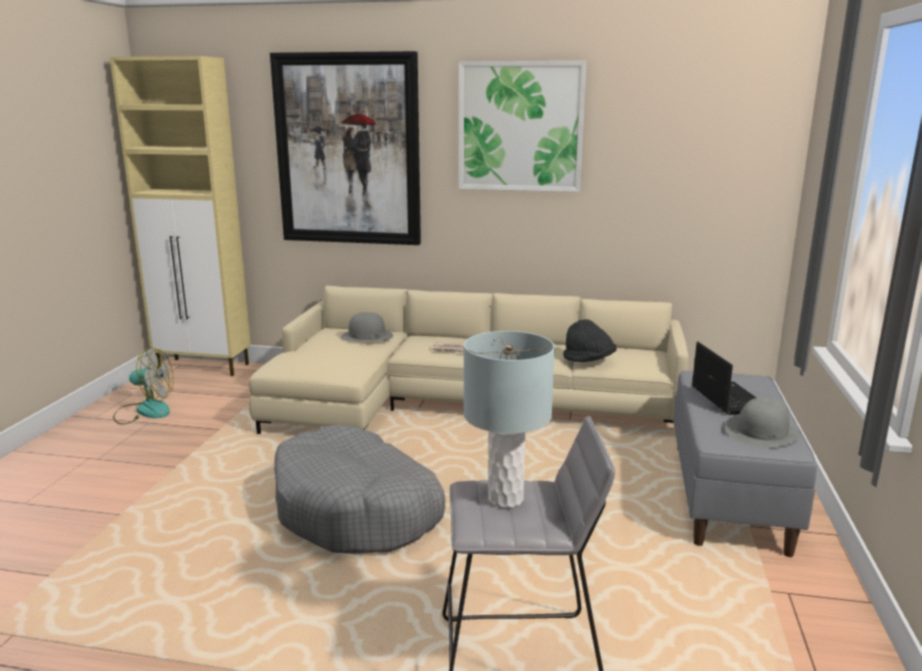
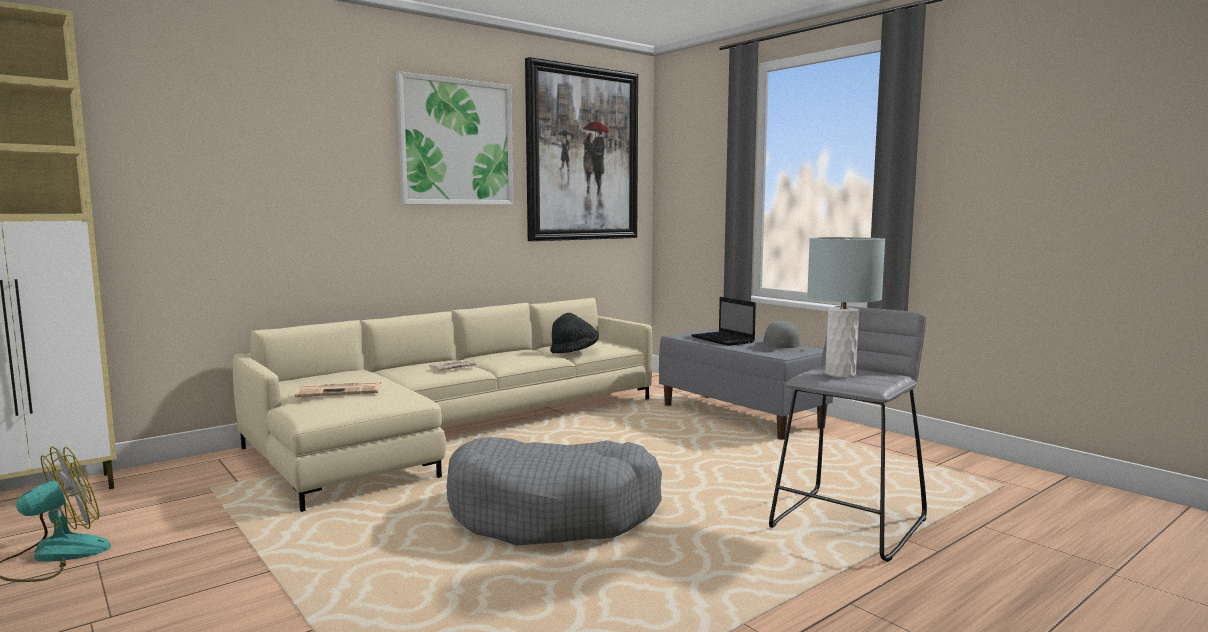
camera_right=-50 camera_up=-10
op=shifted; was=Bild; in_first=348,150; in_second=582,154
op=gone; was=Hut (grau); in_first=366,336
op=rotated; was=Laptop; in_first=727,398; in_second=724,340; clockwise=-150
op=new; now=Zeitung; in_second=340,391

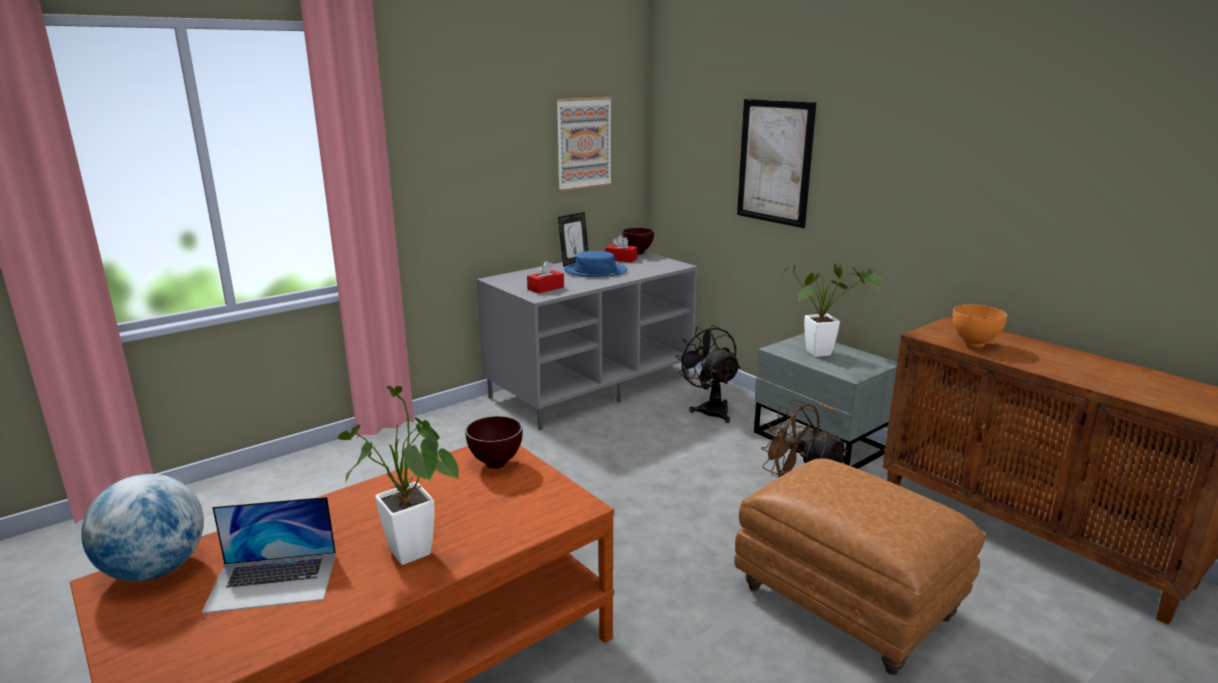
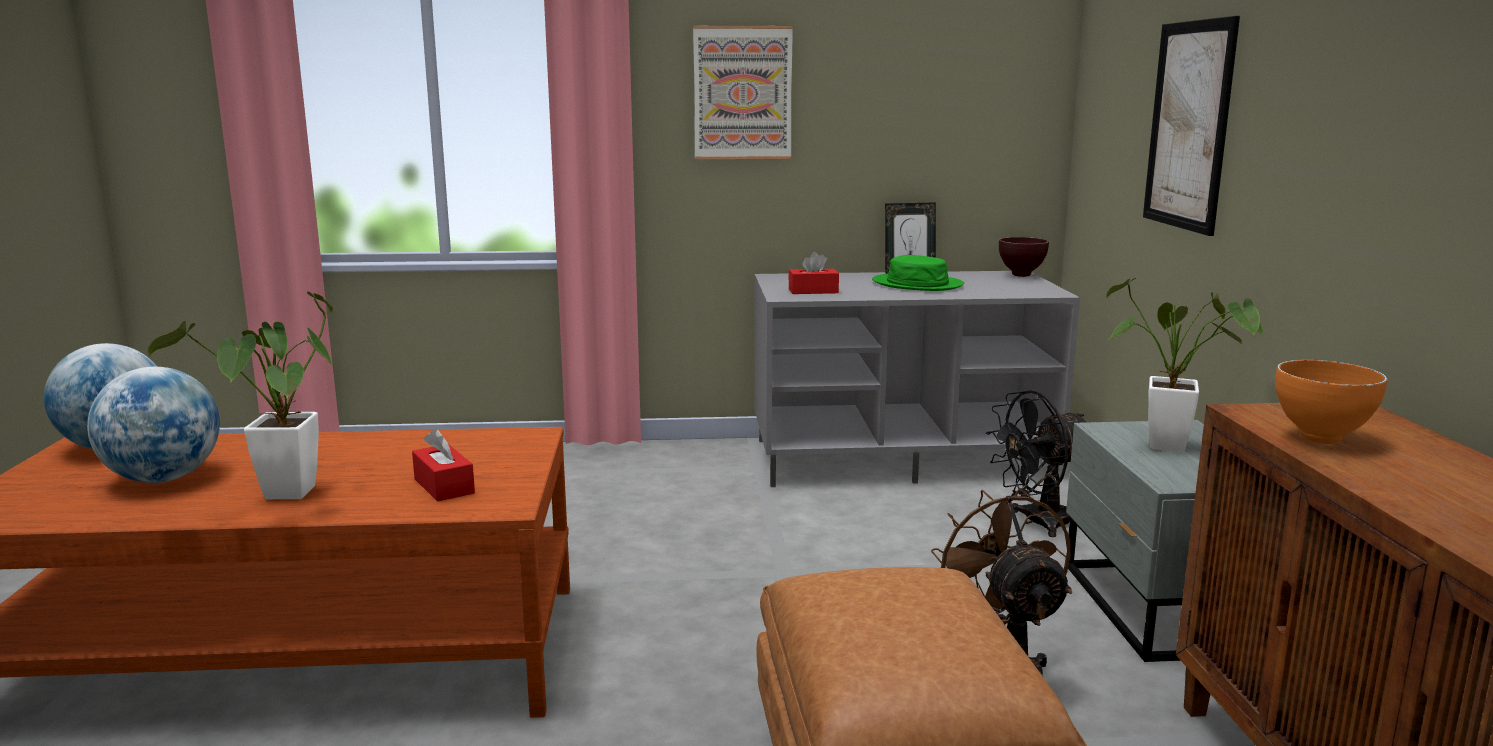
camera_right=35 camera_up=-5
op=swapped; was=Laptop; now=Globus; in_first=273,581; in_second=164,479
op=gone; was=Schüssel (braun); in_first=497,464
op=shifted; was=Bild; in_first=583,143; in_second=742,93
op=repainted; was=Hut (blau); now=Hut (grün); in_first=595,271; in_second=917,284
op=shifted; was=Taschentuchbox (rot); in_first=621,259; in_second=444,486
op=rotated; was=Ventilator (schwarz); in_first=710,409; in_second=1036,522; clockwise=-120

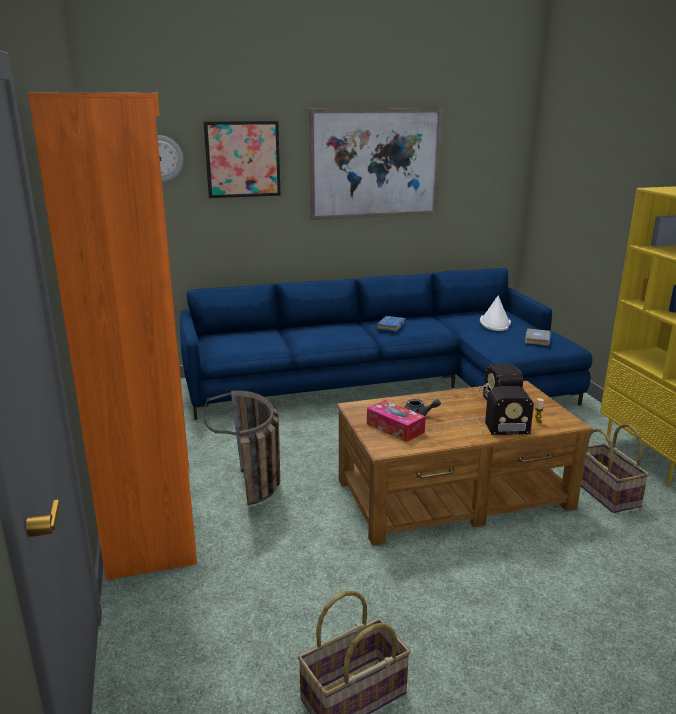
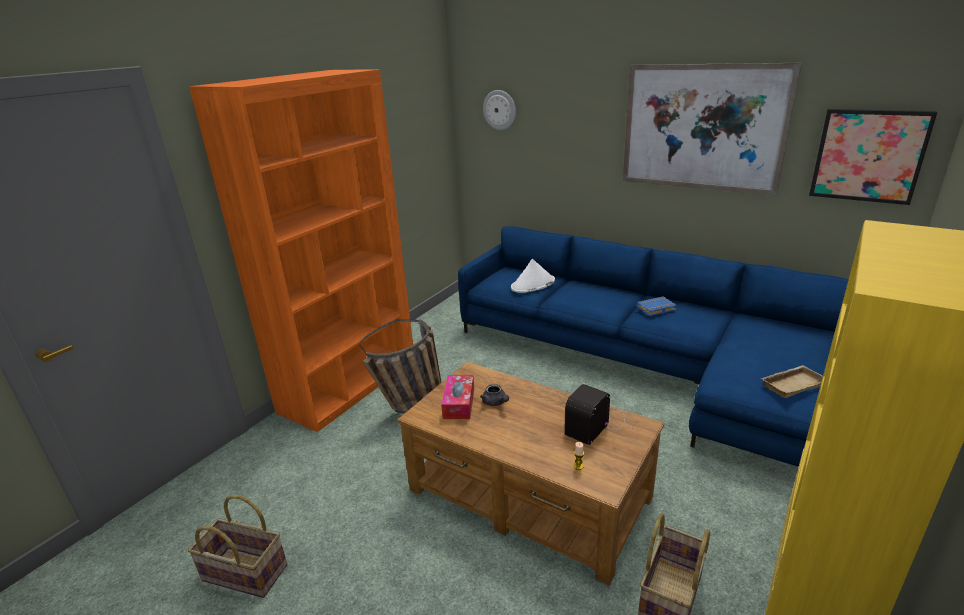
camera_right=50 camera_up=5
op=shifted; was=Bild; in_first=242,159; in_second=868,155
op=gone; was=Radio; in_first=492,427
op=shifted; was=Hut (weiß); in_first=495,323; in_second=533,284
op=swapped; was=Buch (grau); now=Tablett (beige); in_first=536,339; in_second=792,384

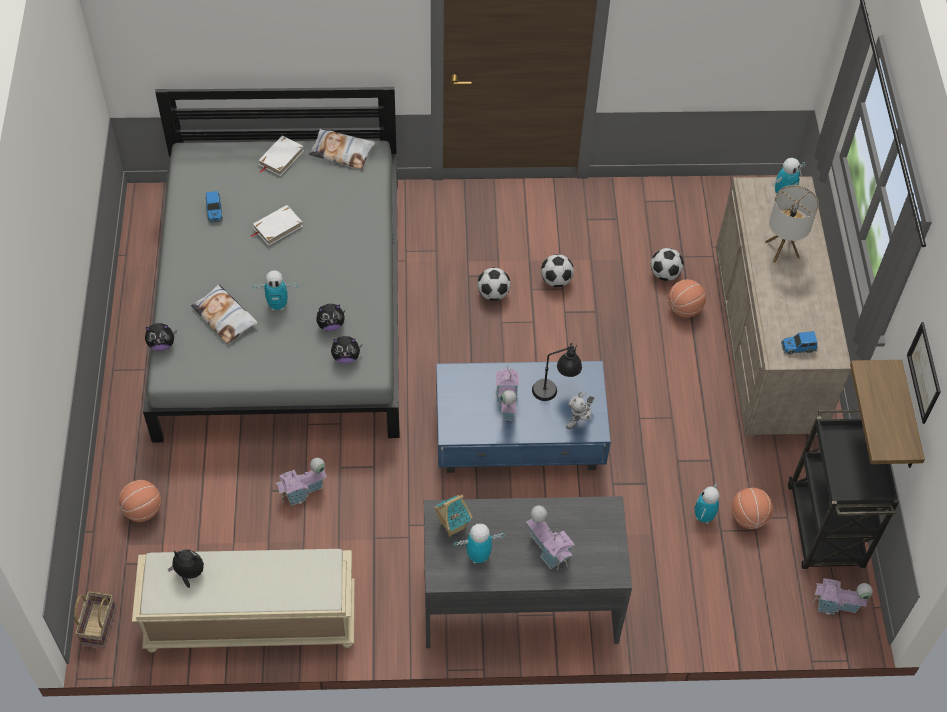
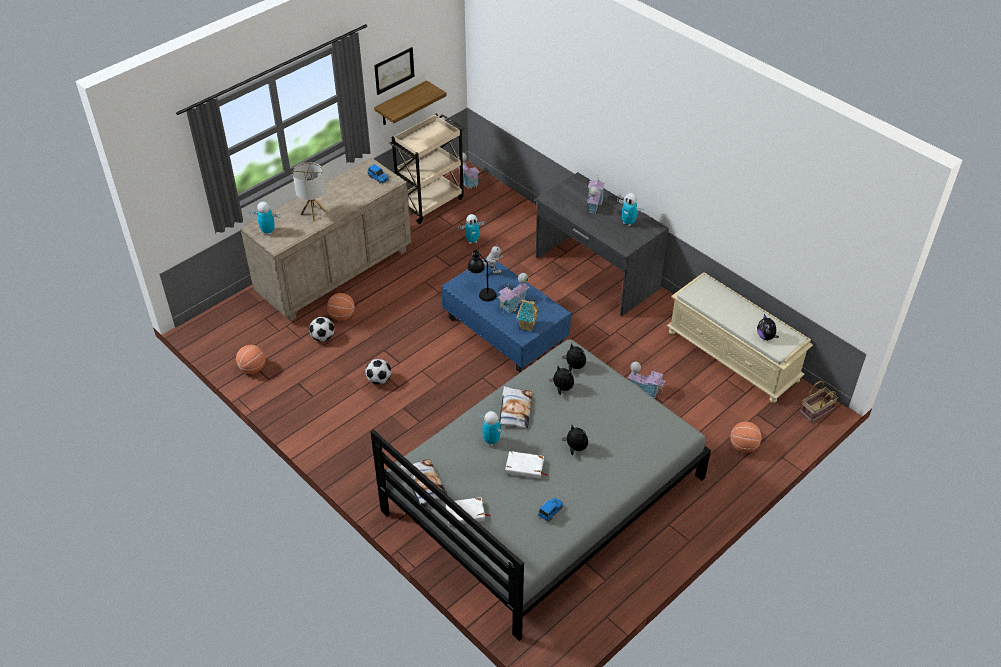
camera_right=-130 camera_up=-10
op=shifted; was=Plüschtier; in_first=161,344; in_second=575,448
op=shifted; was=Kissen; in_first=225,317; in_second=515,410
op=shifted; was=Spielzeugroboter; in_first=278,305; in_second=491,441
op=shifted; was=Spielzeughaus; in_first=451,526; in_second=528,326
op=gone; was=Fußball; in_first=493,294
op=shifted; was=Basketball; in_first=748,518; in_second=253,368
op=repainted; was=Rollwagen (schwarz); now=Rollwagen (beige); in_first=825,529; in_second=430,202

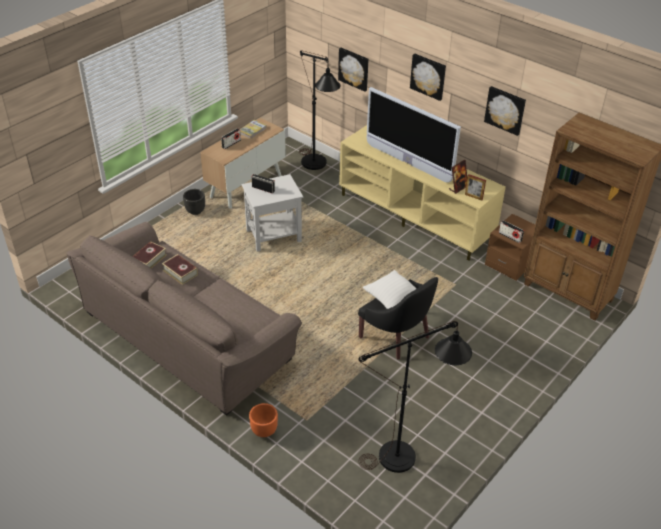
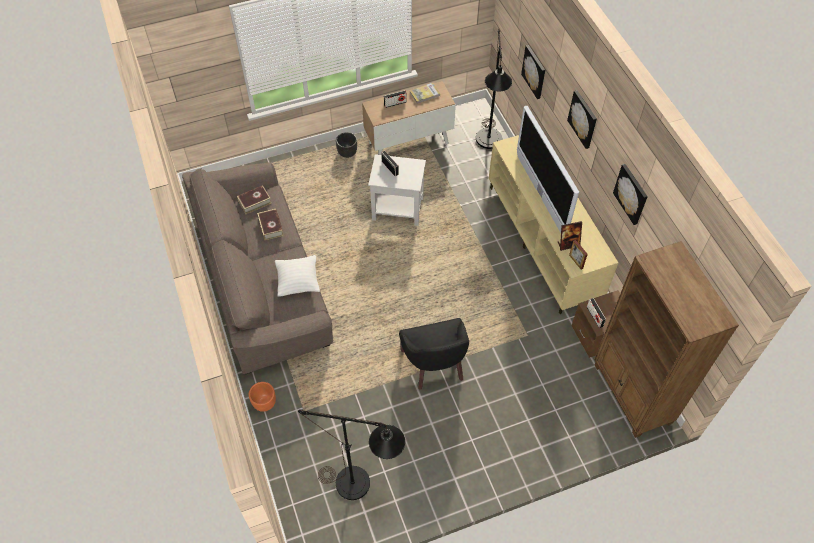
camera_right=30 camera_up=15
op=shifted; was=Kissen (weiß); in_first=392,300; in_second=298,282

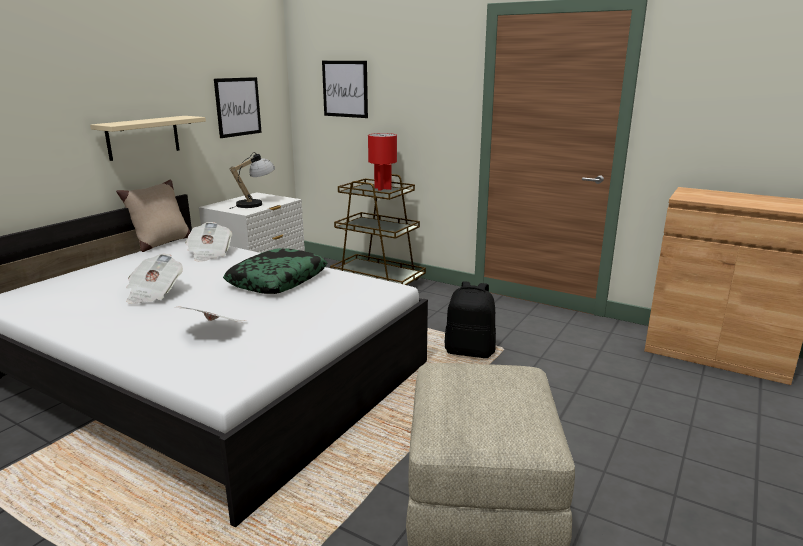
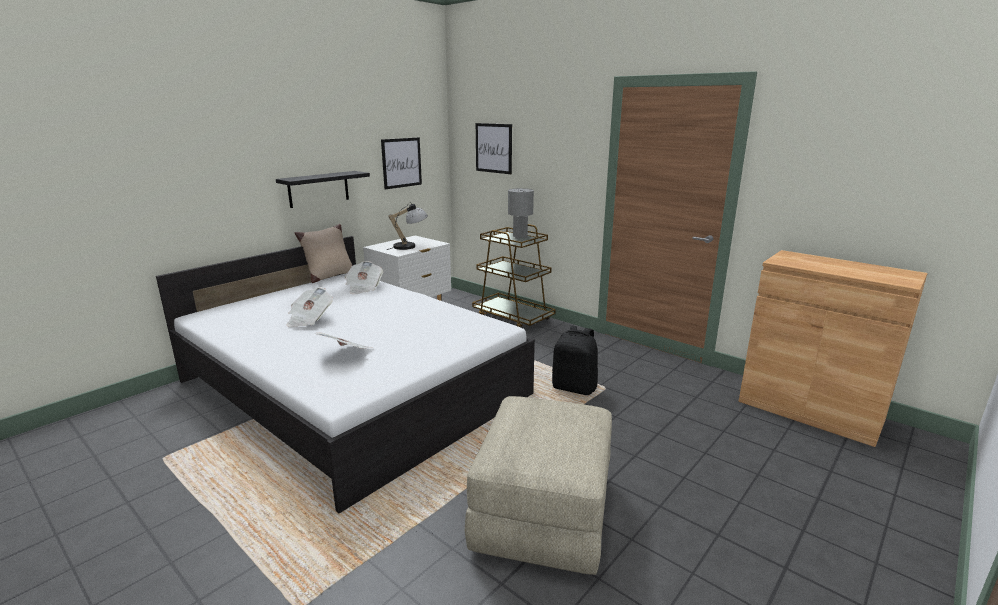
camera_right=10 camera_up=0
op=repainted; was=Wandregal (beige); now=Wandregal (schwarz); in_first=143,137; in_second=318,189
op=gone; was=Kissen; in_first=277,280
op=repainted; was=Tischlampe (rot); now=Tischlampe (grau); in_first=383,188; in_second=520,237

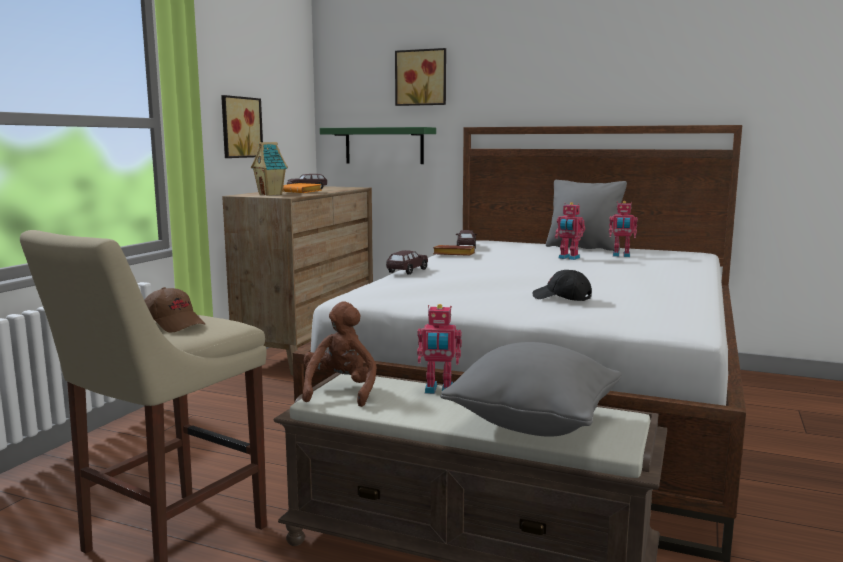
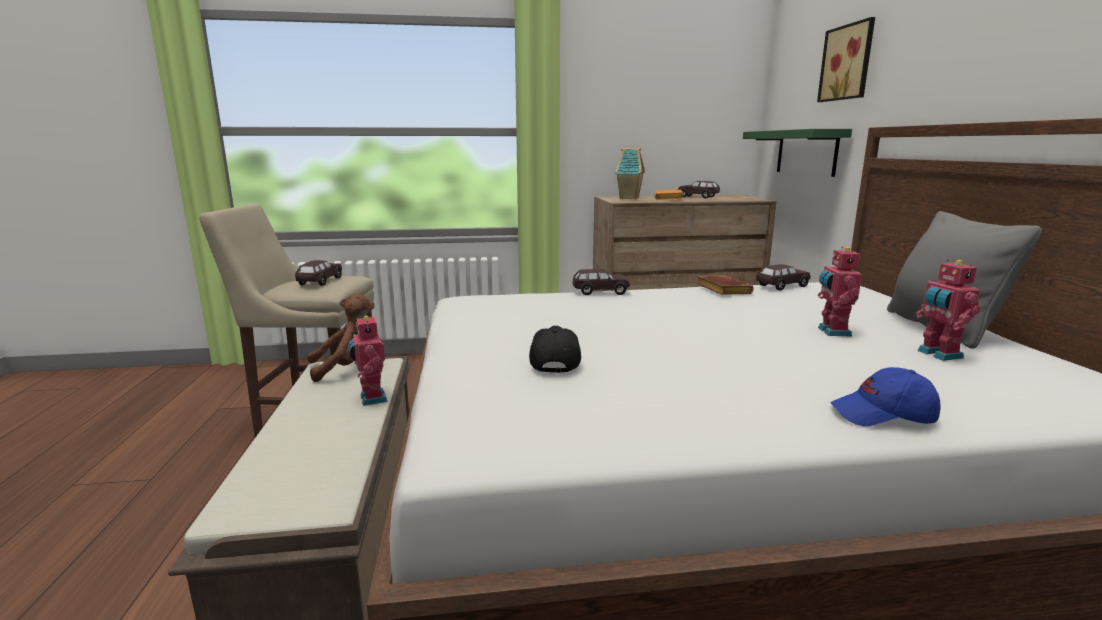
camera_right=60 camera_up=5
op=swapped; was=Kappe (braun); now=Spielzeugauto (braun); in_first=174,324; in_second=320,281
op=gone; was=Bild; in_first=239,127
op=gone; was=Kissen (grau); in_first=533,423
op=new; now=Kappe (blau); in_second=883,415

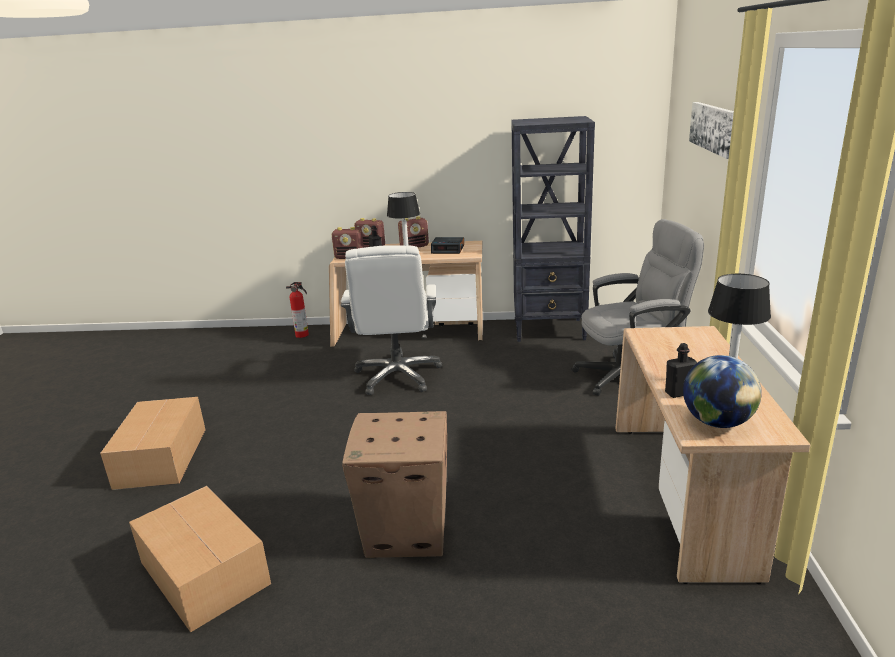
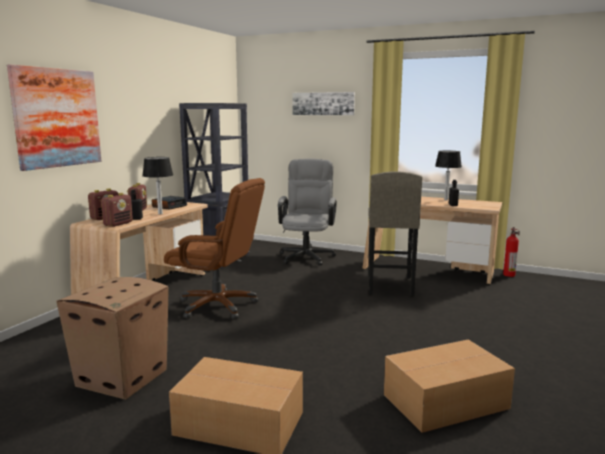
camera_right=-70 camera_up=-10
op=shifted; was=Feuerlöscher; in_first=303,335; in_second=509,274
op=repainted; was=Bürostuhl (weiß); now=Bürostuhl (braun); in_first=398,376; in_second=218,306
op=shifted; was=Karton; in_first=408,530; in_second=123,377
op=gone; was=Globus; in_first=717,422
op=new; now=Bild; in_second=57,118
op=new; now=Hocker (grau); in_second=389,285

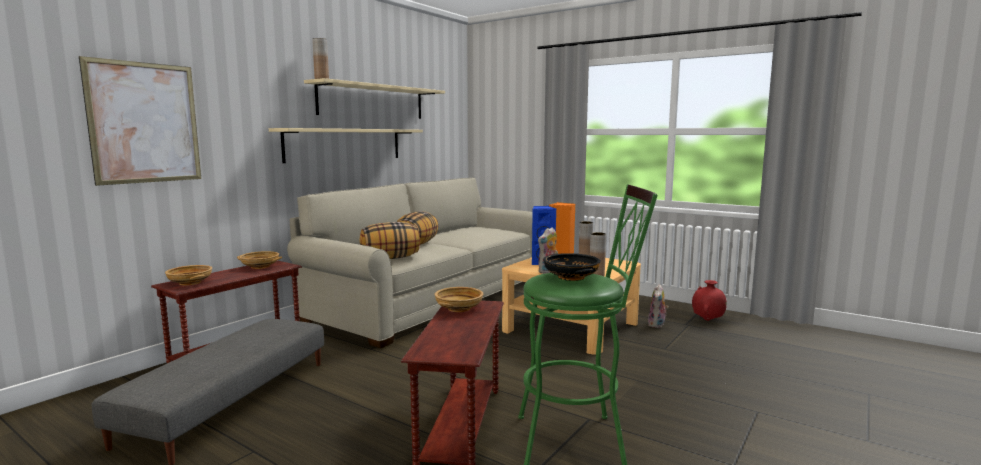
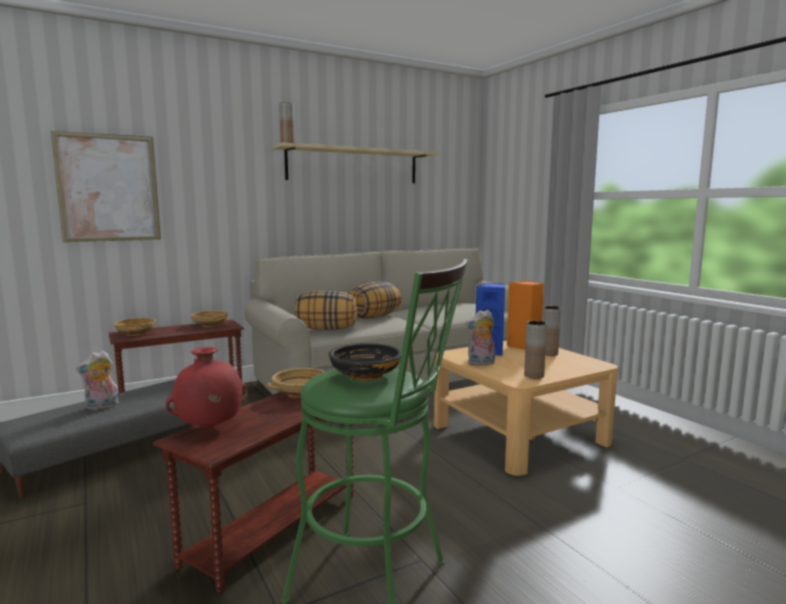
camera_right=25 camera_up=0
op=gone; was=Wandregal (beige); in_first=345,144
op=shifted; was=Plüschtier; in_first=657,325; in_second=101,407
op=shifted; was=Vase (rot); in_first=707,320; in_second=209,428

